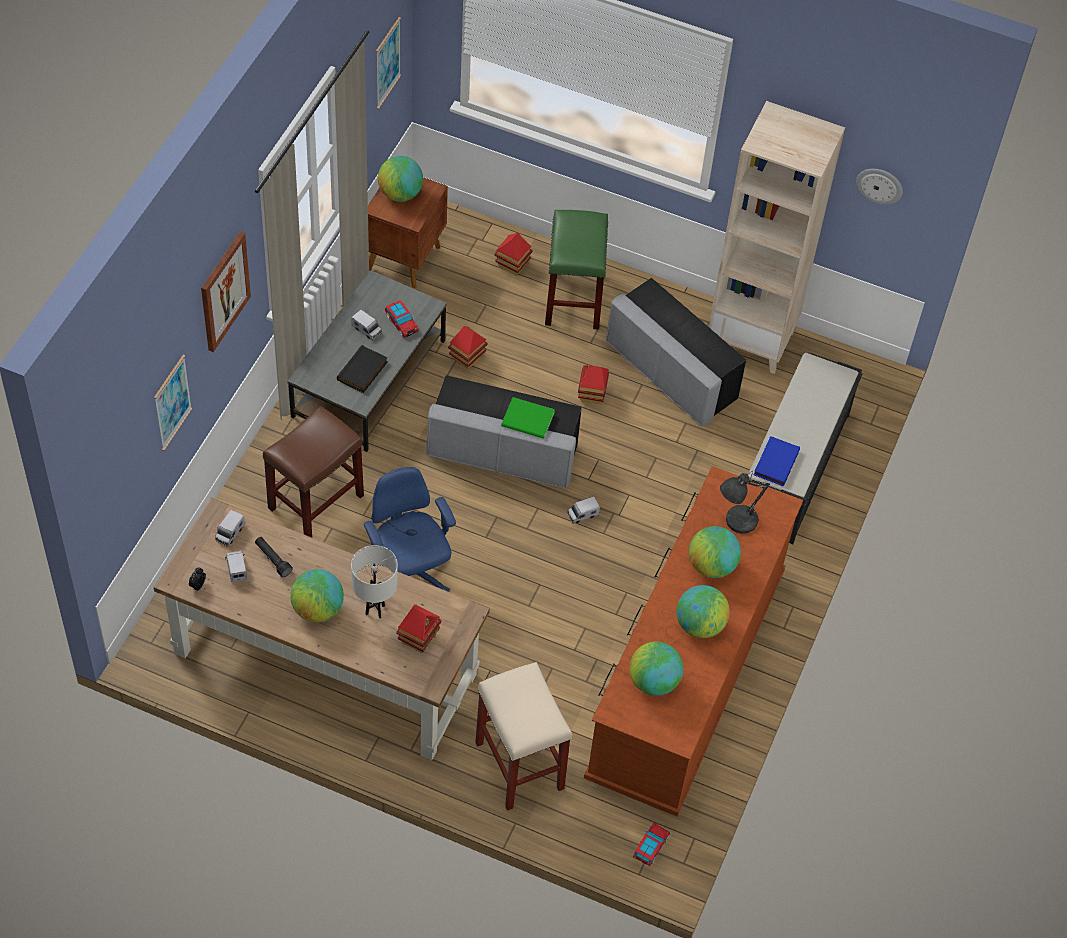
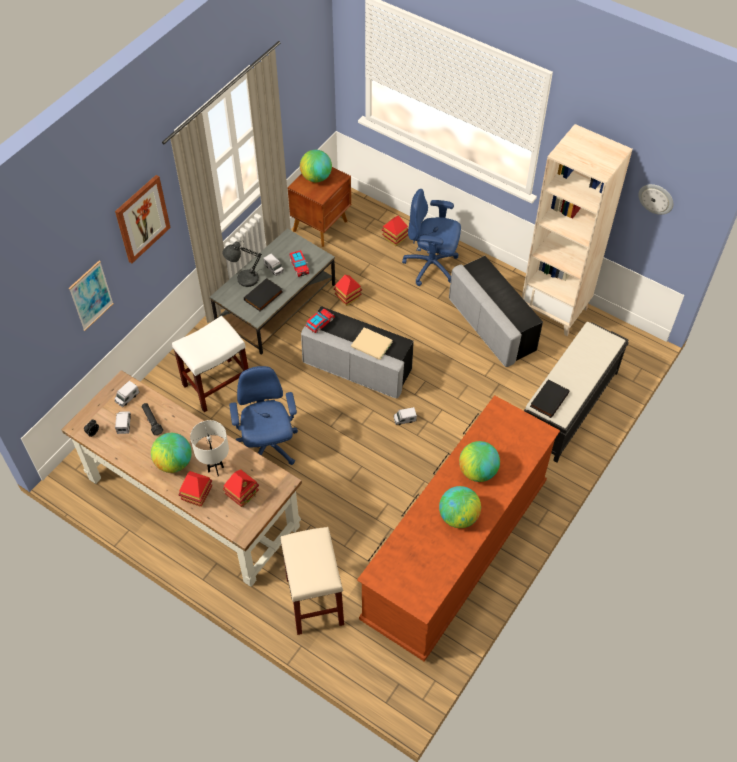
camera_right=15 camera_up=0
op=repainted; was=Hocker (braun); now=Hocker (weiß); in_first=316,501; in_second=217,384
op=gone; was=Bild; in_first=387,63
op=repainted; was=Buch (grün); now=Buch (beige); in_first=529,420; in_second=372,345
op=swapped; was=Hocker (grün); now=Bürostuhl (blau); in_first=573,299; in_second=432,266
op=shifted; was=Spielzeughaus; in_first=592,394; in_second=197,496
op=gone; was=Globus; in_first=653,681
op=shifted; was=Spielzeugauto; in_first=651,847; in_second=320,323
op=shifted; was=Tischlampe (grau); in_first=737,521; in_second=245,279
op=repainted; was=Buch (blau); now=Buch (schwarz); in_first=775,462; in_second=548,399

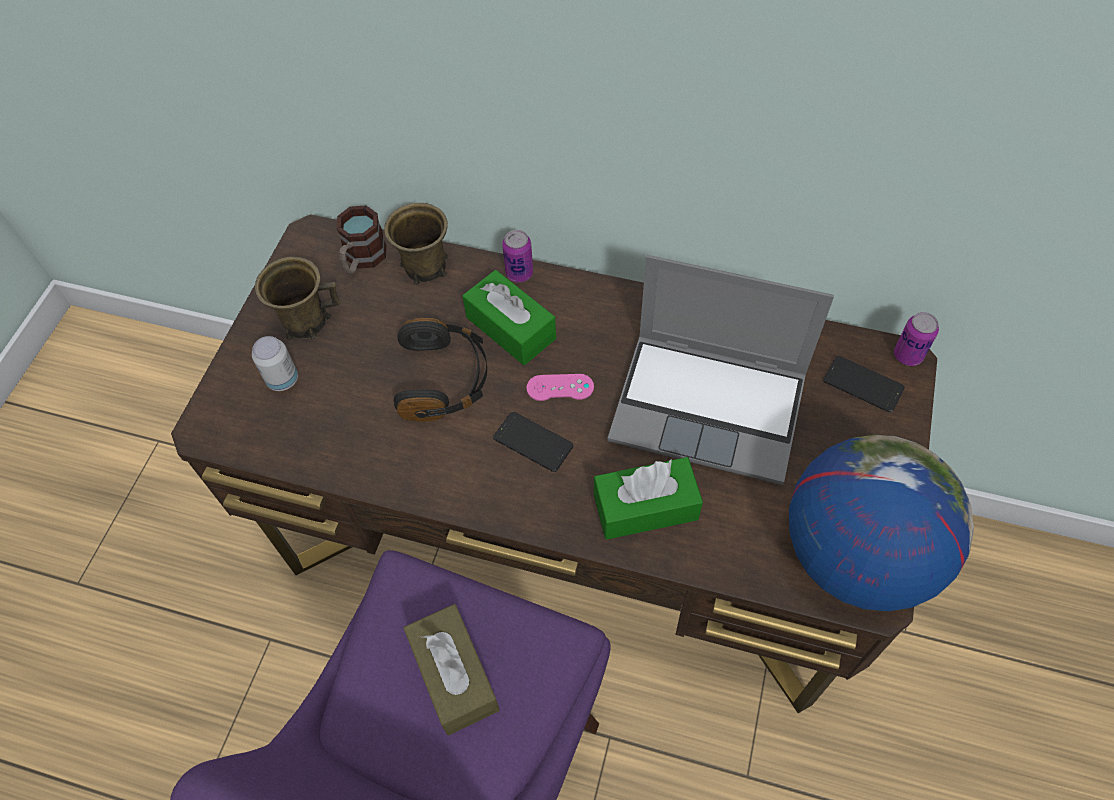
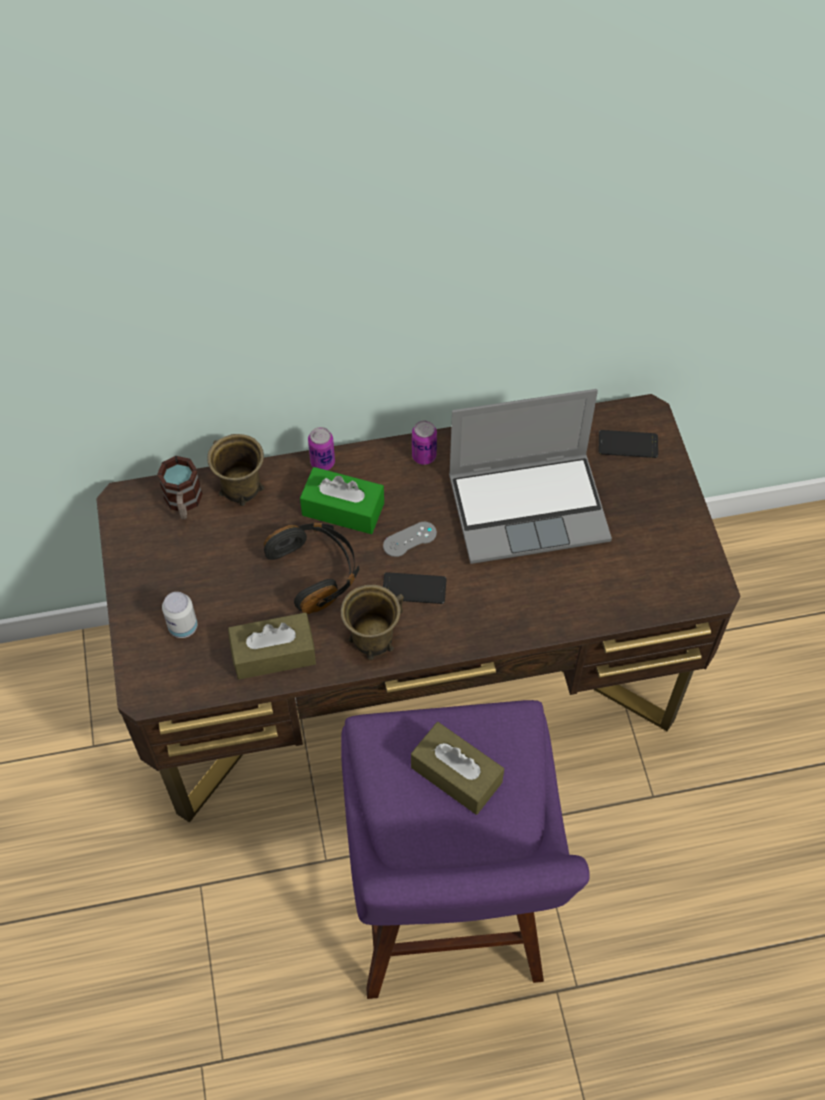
camera_right=-30 camera_up=0
op=shifted; was=Henkelbecher (braun); in_first=305,320; in_second=372,638
op=repainted; was=Gamepad (rosa); now=Gamepad (grau); in_first=560,387; in_second=409,539
op=gone; was=Taschentuchbox (grün); in_first=645,507
op=gone; was=Globus; in_first=856,554
op=shifted; was=Dose; in_first=908,355; in_second=424,456
op=new; now=Taschentuchbox (braun); in_second=273,654

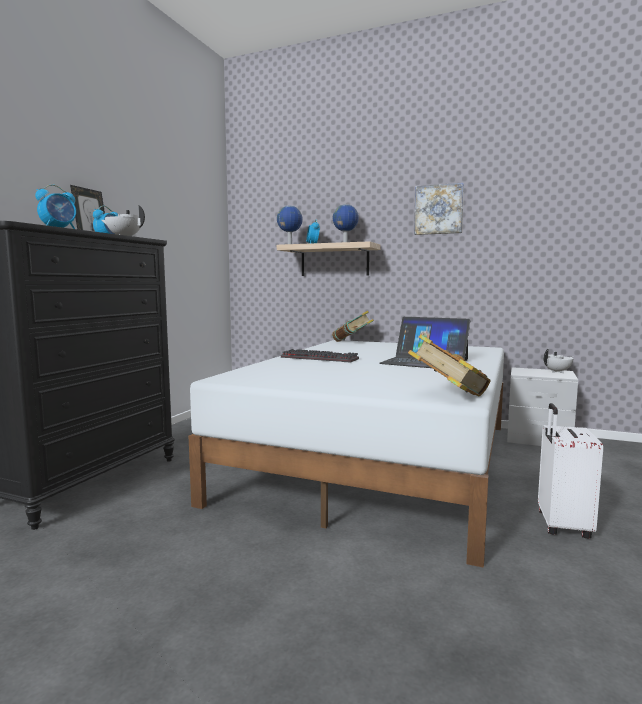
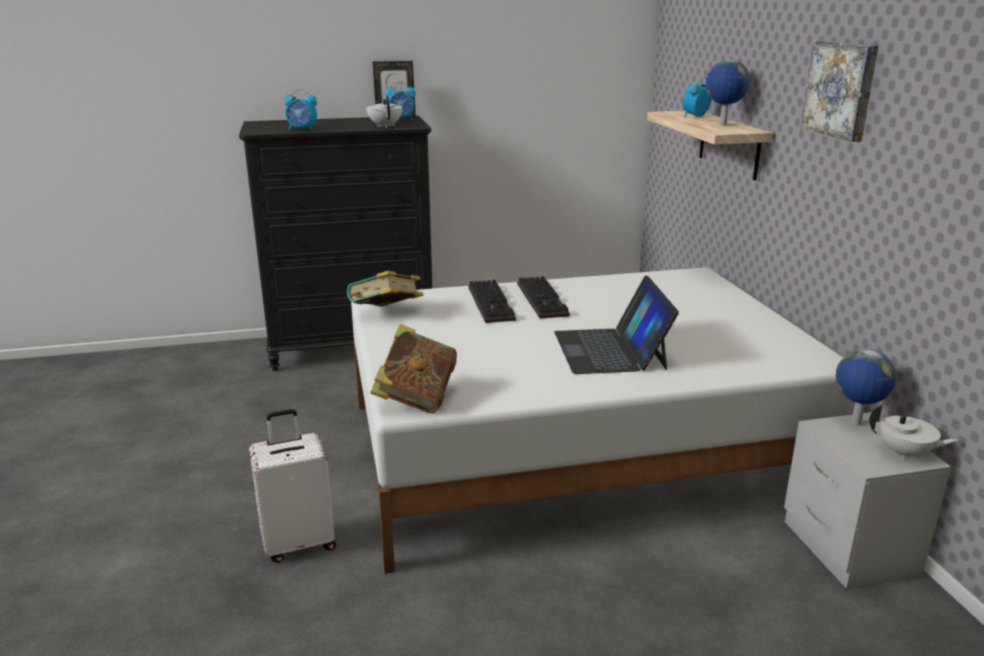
camera_right=55 camera_up=15
op=shifted; was=Globus; in_first=290,244; in_second=855,423
op=shifted; was=Buch; in_first=352,342; in_second=386,314
op=shifted; was=Koffer (weiß); in_first=561,525; in_second=299,543
op=new; now=Tastatur; in_second=493,304

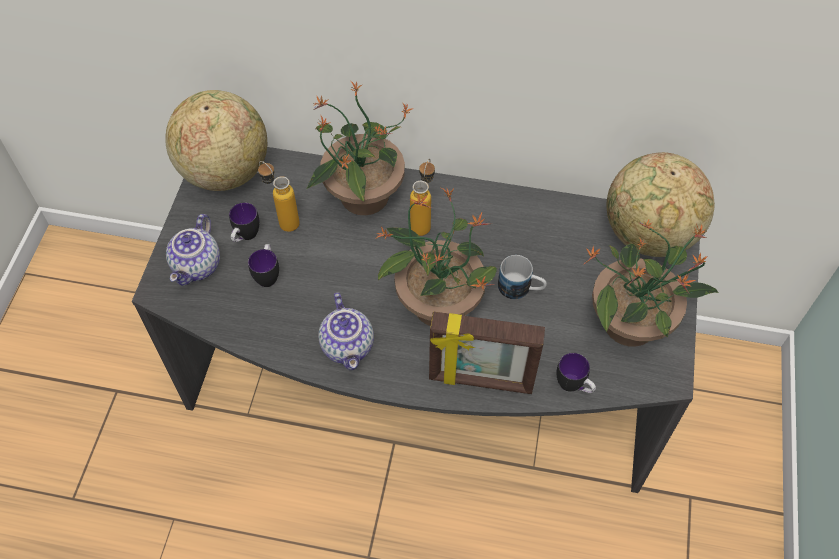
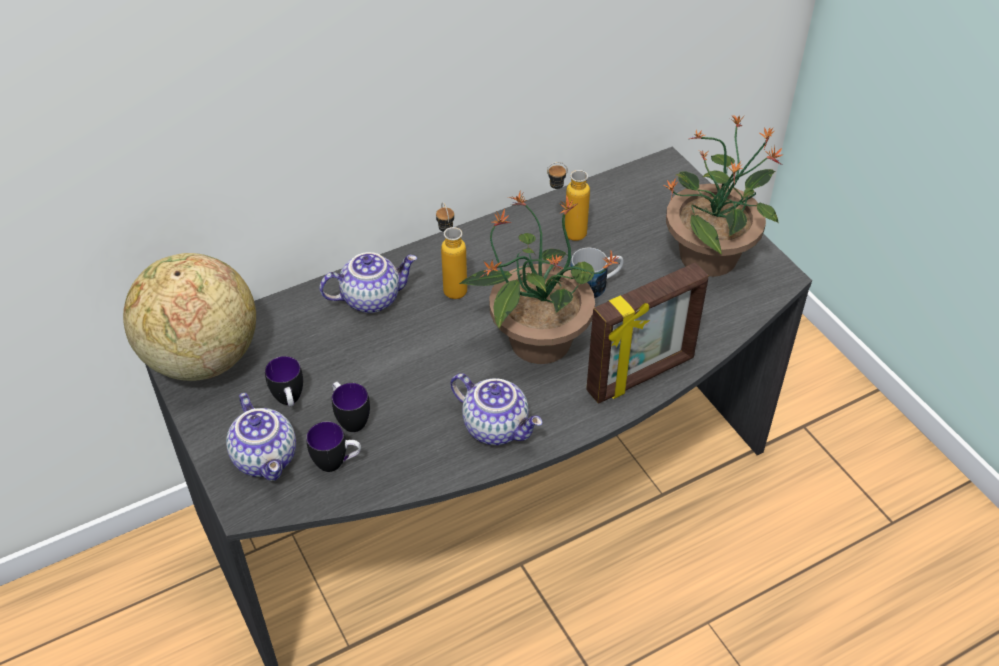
camera_right=-40 camera_up=-10
op=shifted; was=Flasche; in_first=283,220; in_second=565,234
op=swapped; was=Topfpflanze; now=Teekanne; in_first=363,196; in_second=371,298
op=shifted; was=Henkelbecher; in_first=574,387; in_second=337,463
op=gone; was=Globus; in_first=648,235

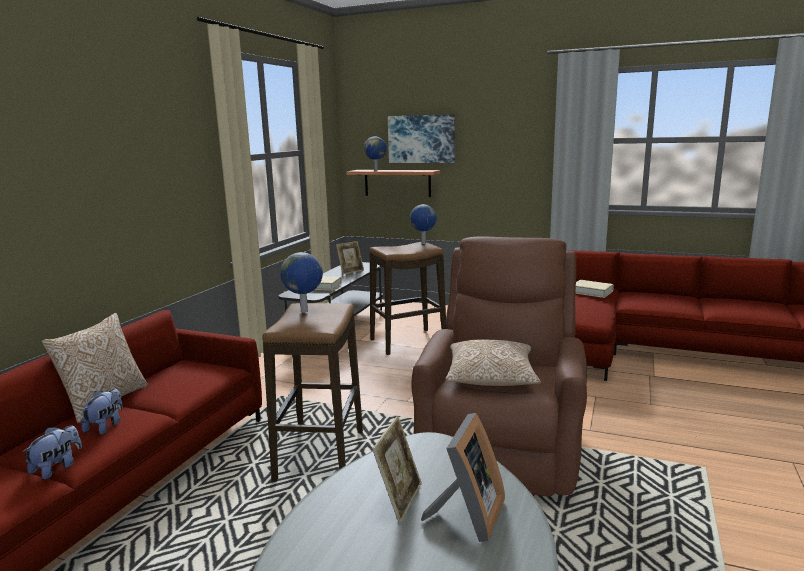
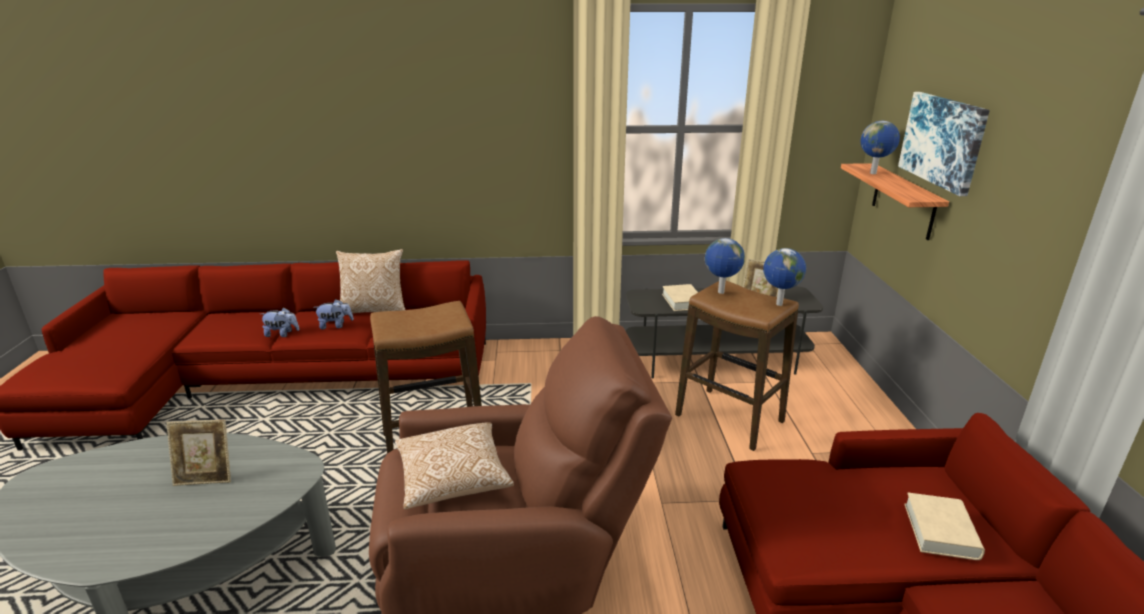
camera_right=65 camera_up=10
op=shifted; was=Globus; in_first=304,311; in_second=720,292
op=gone; was=Bilderrahmen; in_first=467,516

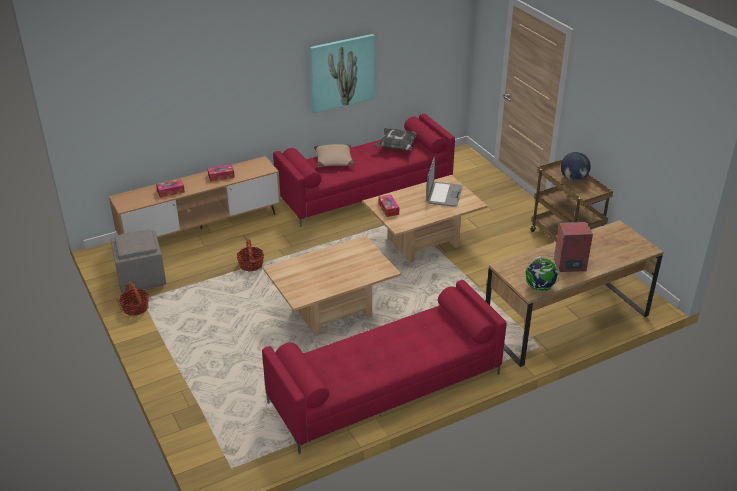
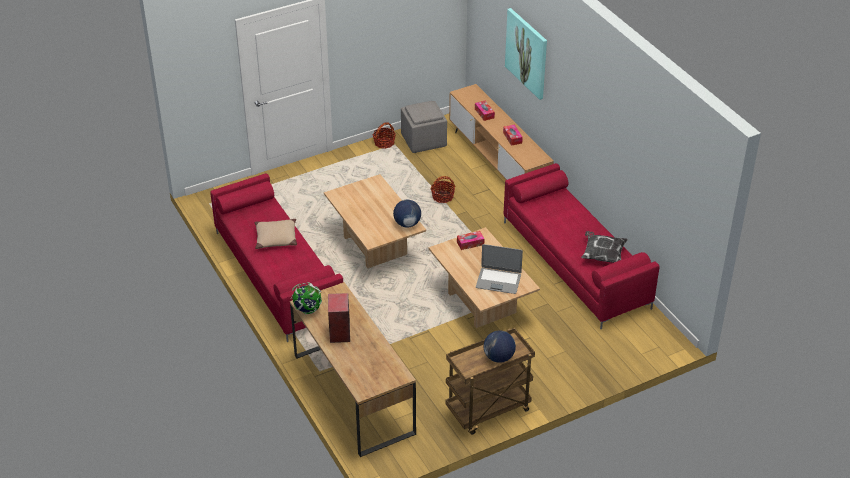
camera_right=90 camera_up=5
op=shifted; was=Bild; in_first=342,72; in_second=527,53
op=shifted; was=Kissen (beige); in_first=334,160; in_second=276,238
op=new; now=Globus; in_second=407,224

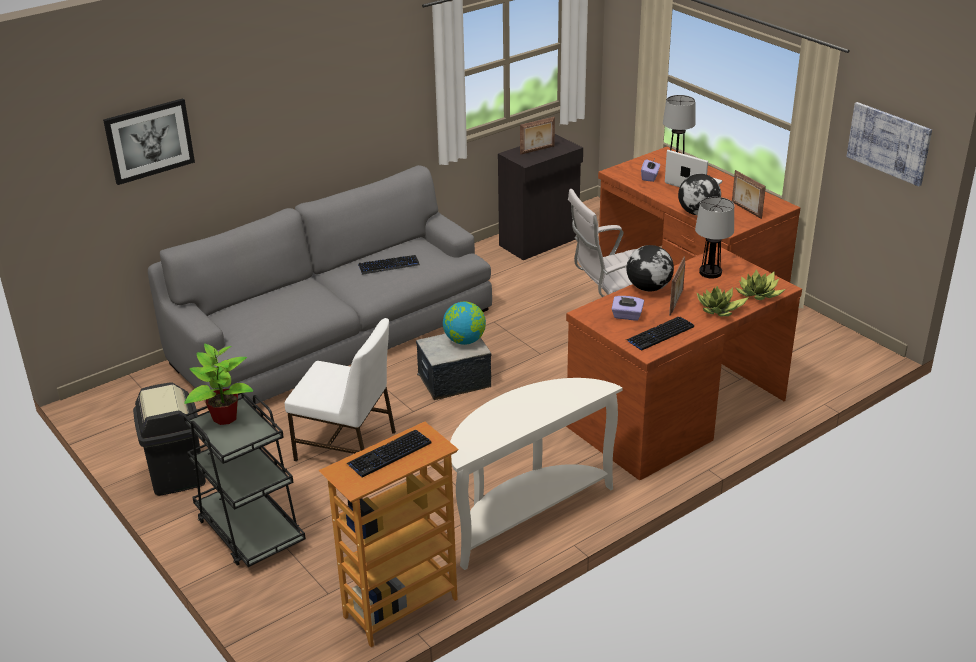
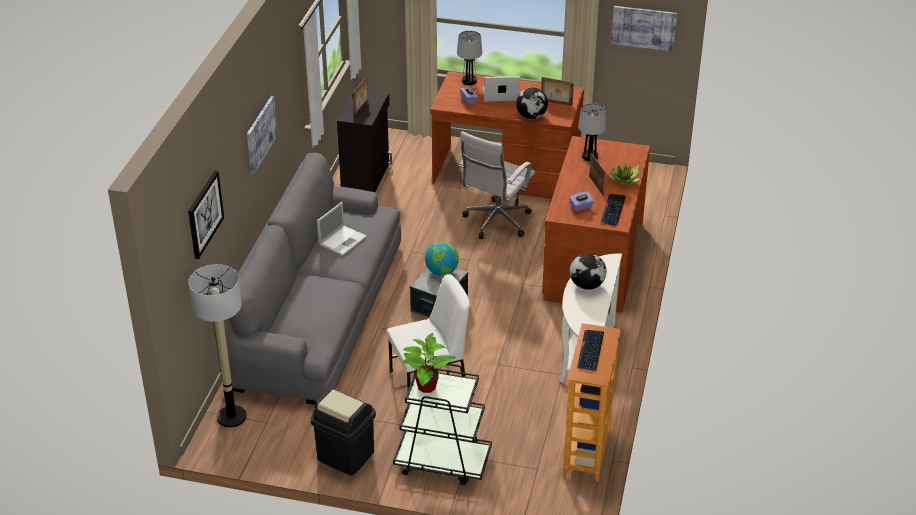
camera_right=-40 camera_up=5
op=swapped; was=Tastatur; now=Laptop; in_first=389,265; in_second=343,240
op=shifted; was=Globus; in_first=649,288; in_second=587,285
op=gone; was=Topfpflanze; in_first=759,294
op=new; now=Stehlampe; in_second=231,417
op=new; now=Bild; in_second=260,134

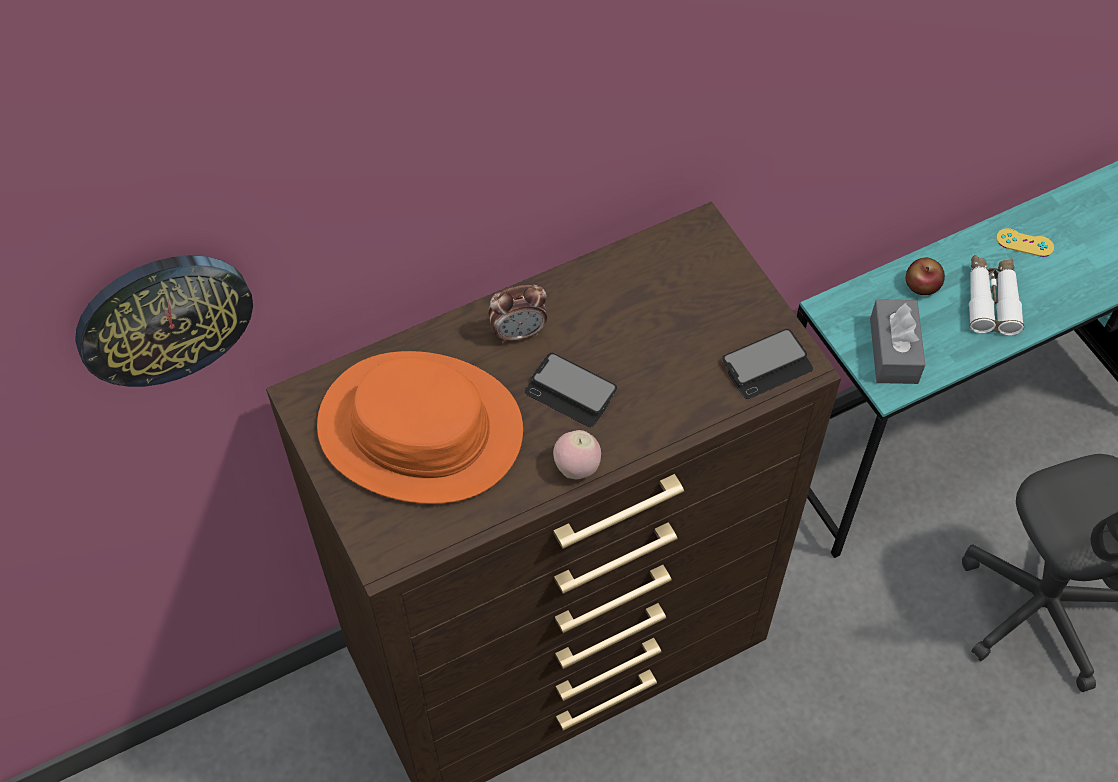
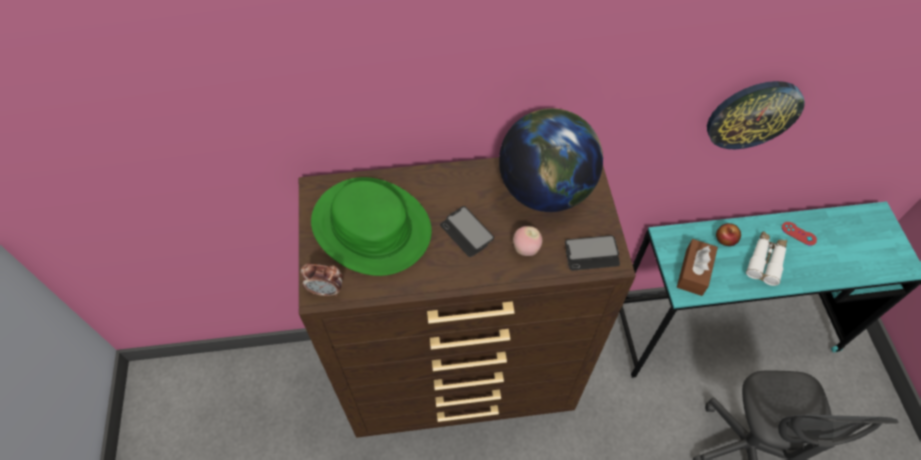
camera_right=20 camera_up=0
op=shifted; was=Wanduhr; in_first=163,318; in_second=753,114
op=repainted; was=Hut (orange); now=Hut (grün); in_first=420,430; in_second=371,227
op=shifted; was=Wecker; in_first=519,333; in_second=326,290
op=shifted; was=Apfel; in_first=577,468; in_second=526,249
op=repainted; was=Taschentuchbox (grau); now=Taschentuchbox (braun); in_first=893,351; in_second=694,272
op=repainted; was=Gamepad (gelb); now=Gamepad (rot); in_first=1024,243; in_second=798,233
op=new; now=Globus; in_second=545,189

